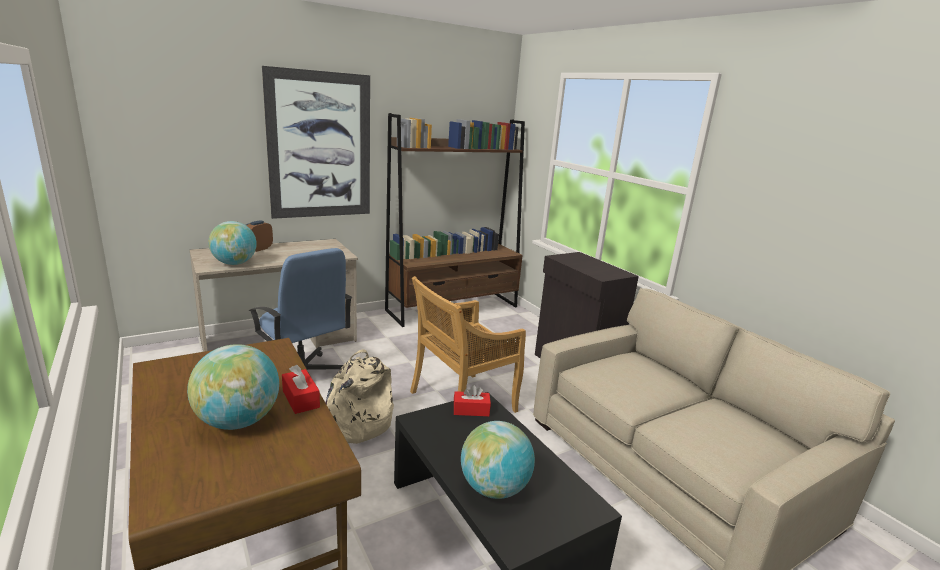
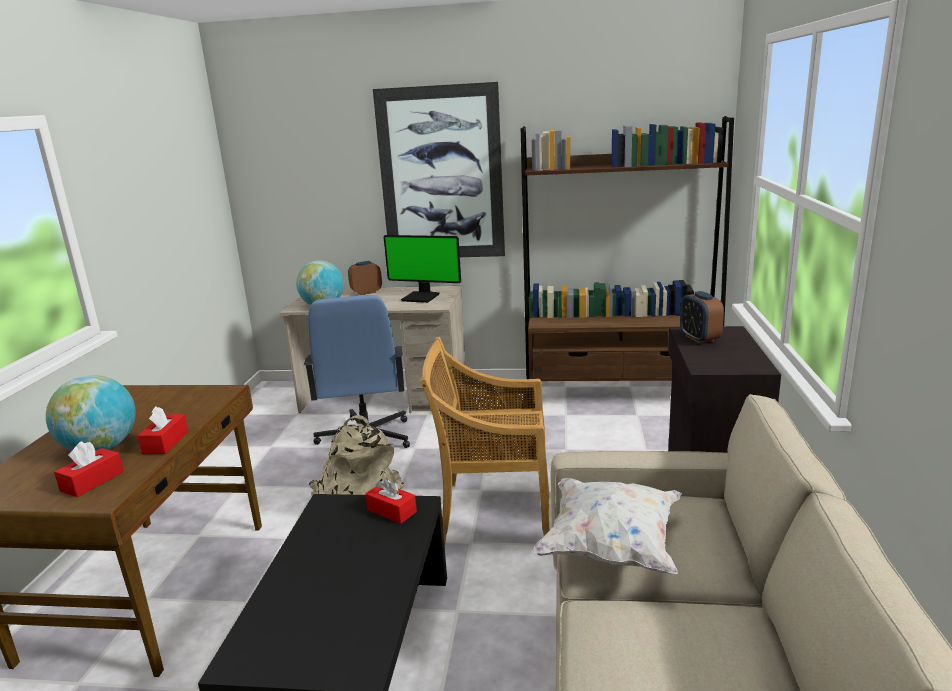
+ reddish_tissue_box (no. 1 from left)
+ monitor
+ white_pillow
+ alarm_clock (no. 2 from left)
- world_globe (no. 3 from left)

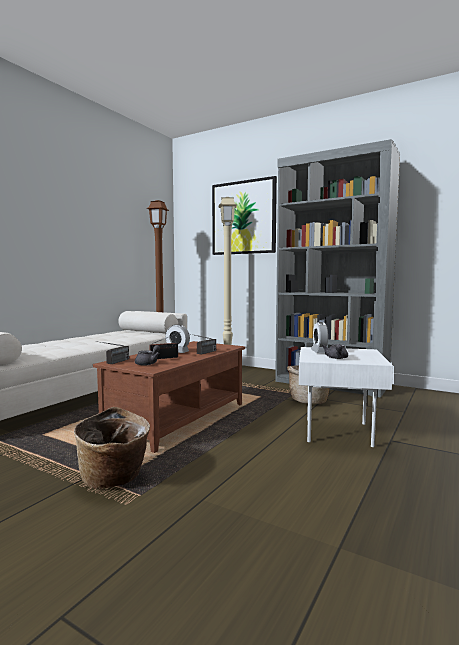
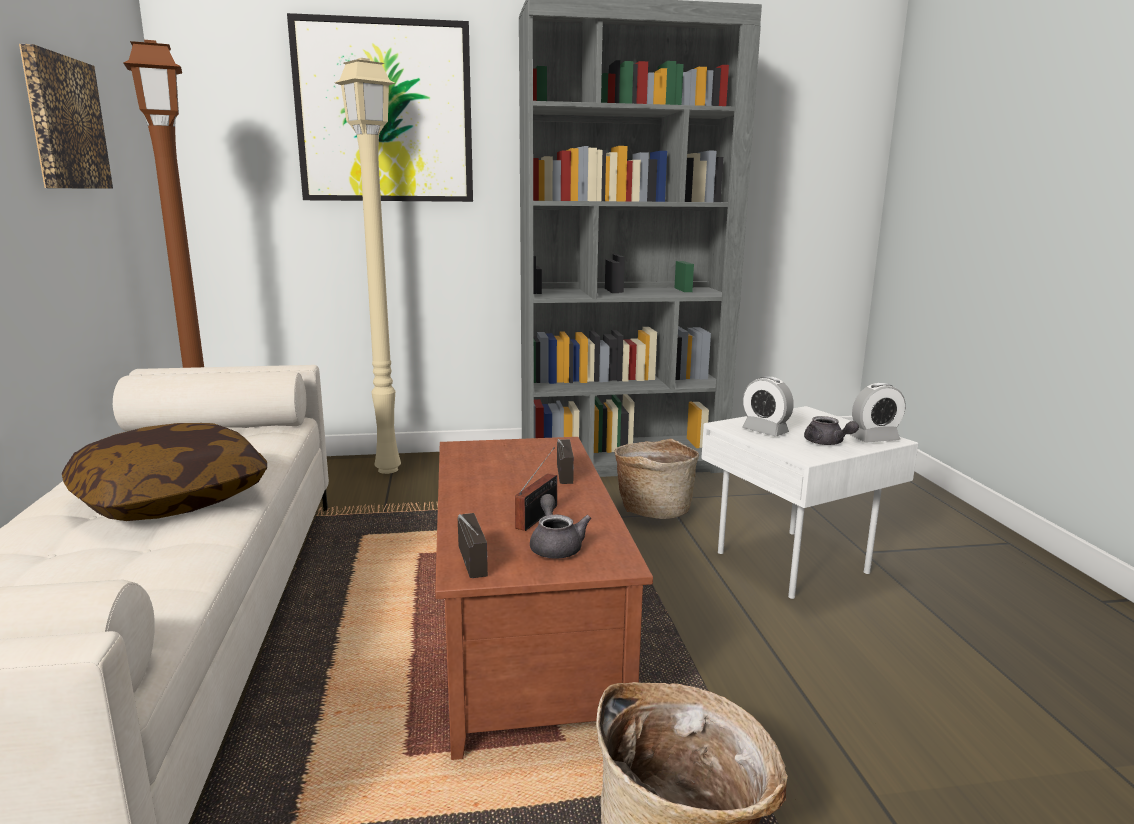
+ wall_art (no. 1 from left)
+ pillow
~ alarm_clock (no. 1 from left in the first image) to alarm_clock (no. 2 from left)

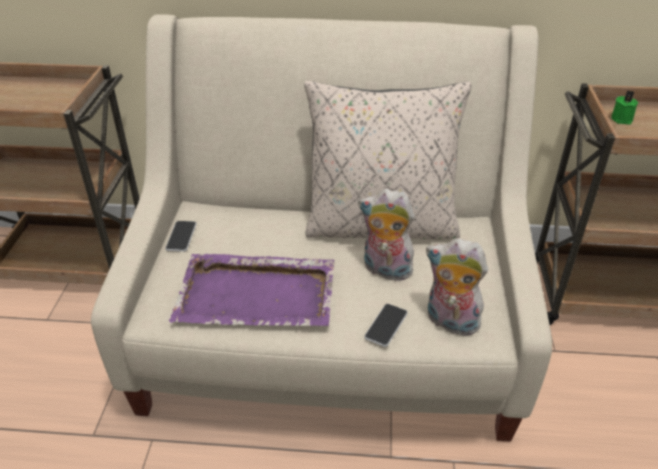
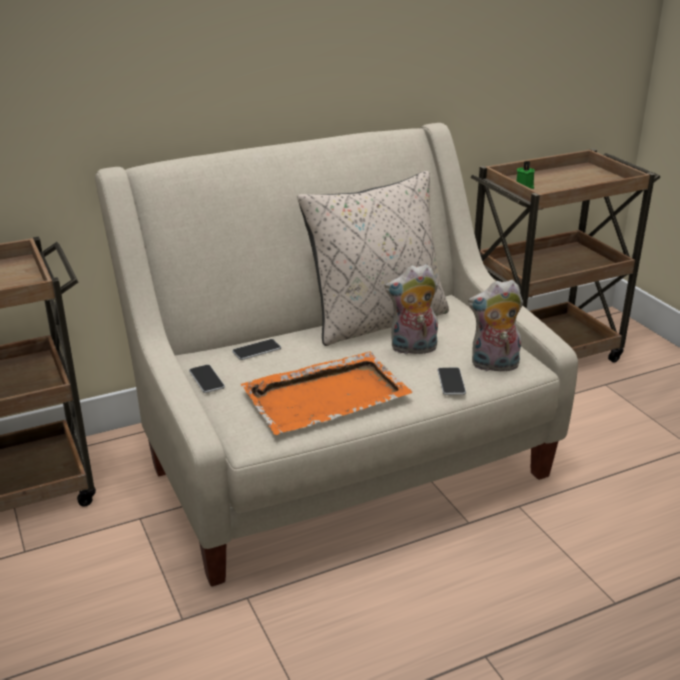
+ phone (no. 2 from left)
~ purple_carrying_tray to orangey_carrying_tray

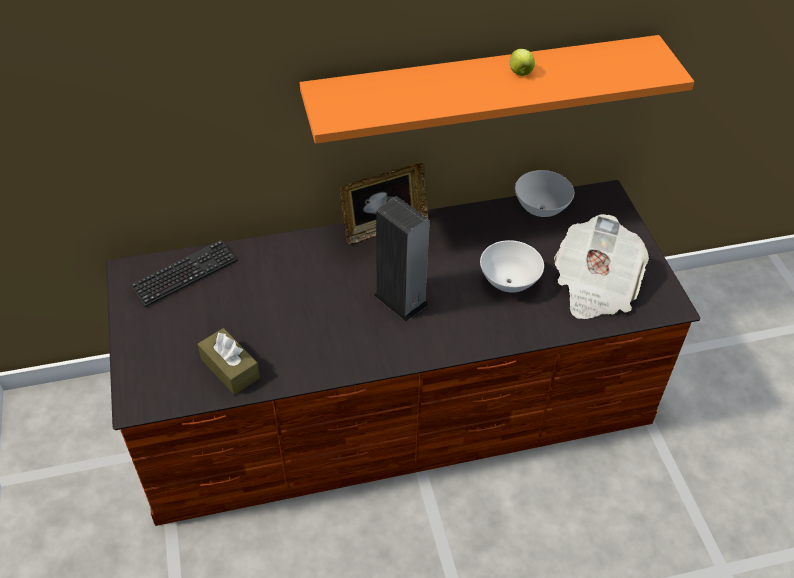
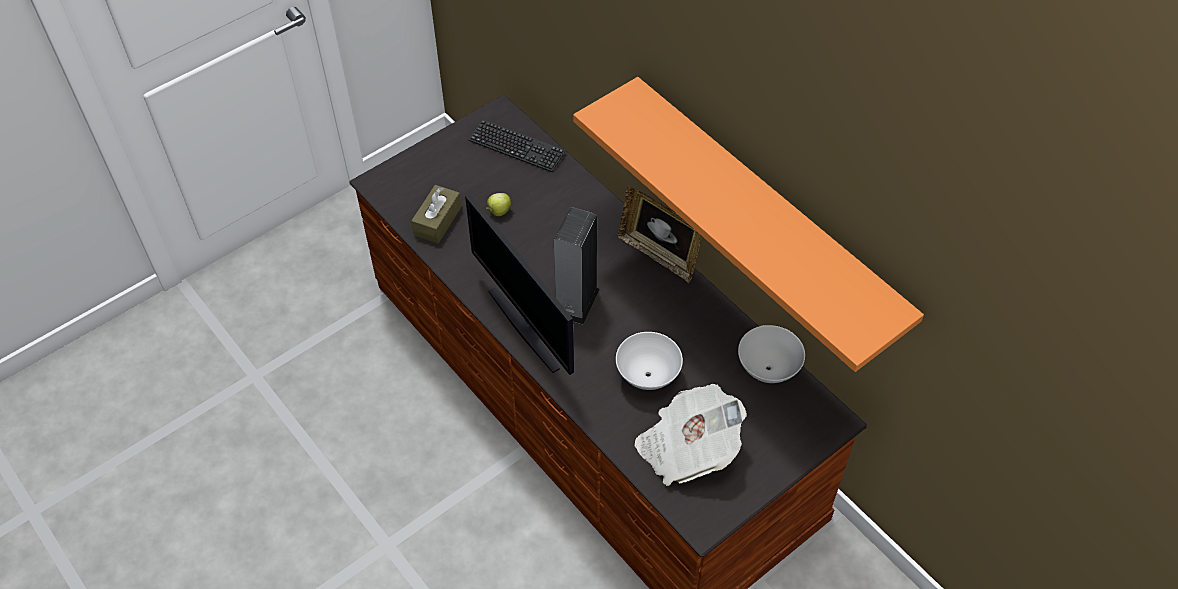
+ monitor
~ apple

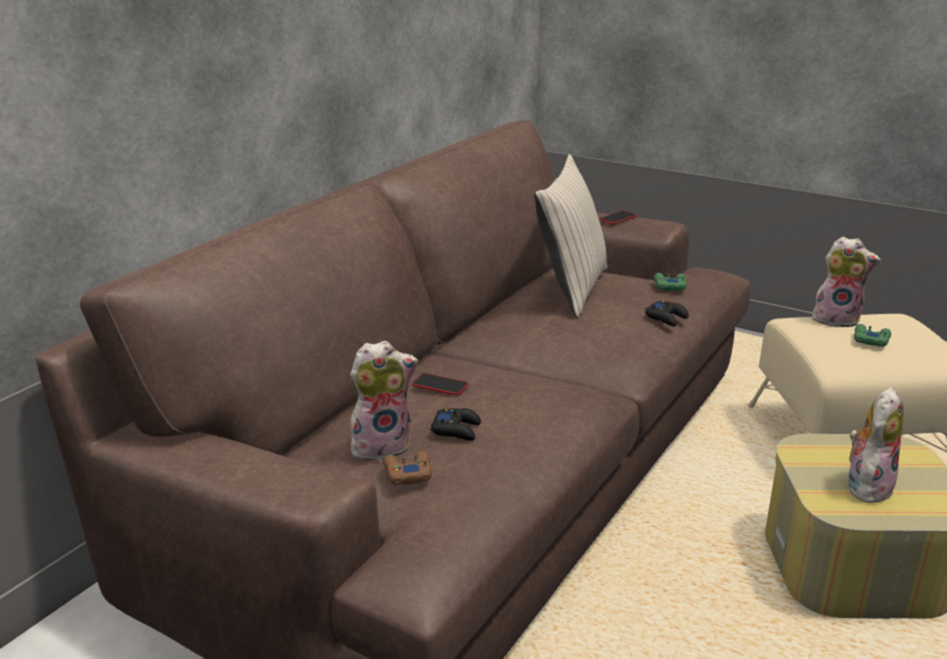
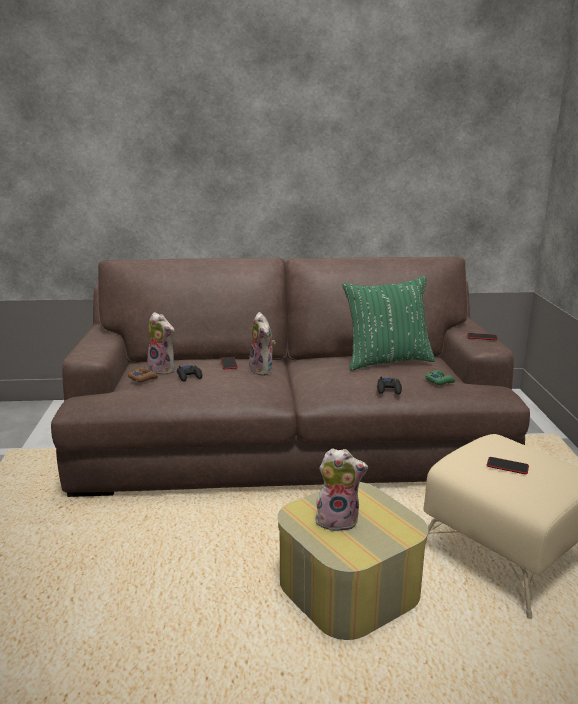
~ plush_toy (no. 2 from left)
~ beige-coloured_pillow to greenish_pillow
~ greenish_joypad (no. 2 from left) to phone (no. 3 from left)

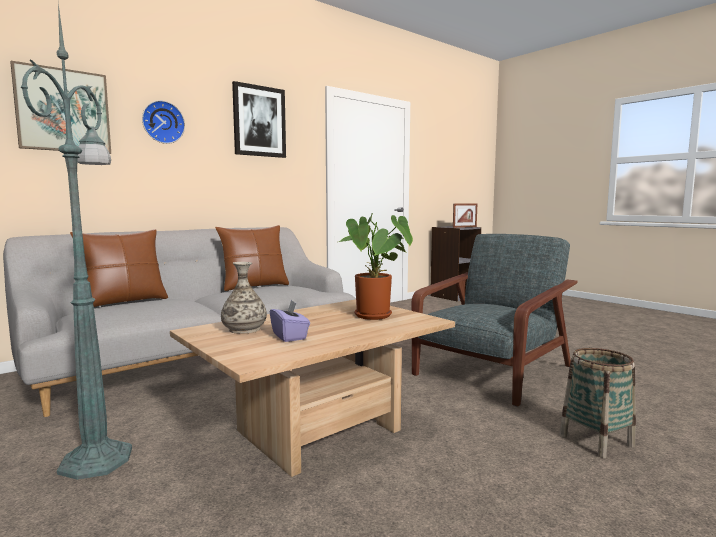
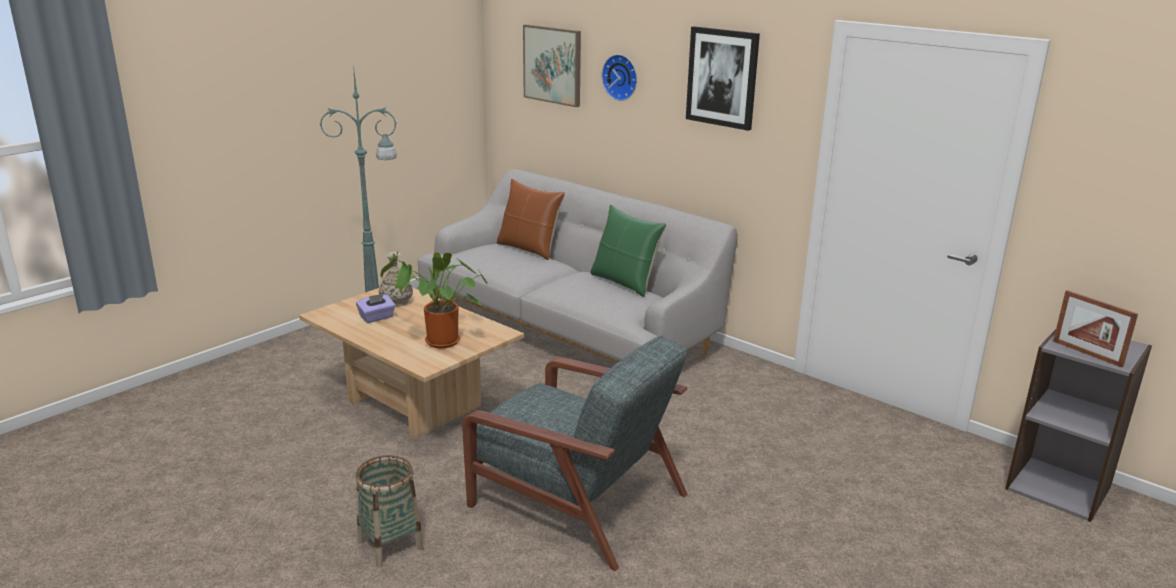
~ brown_pillow (no. 2 from left) to greenish_pillow

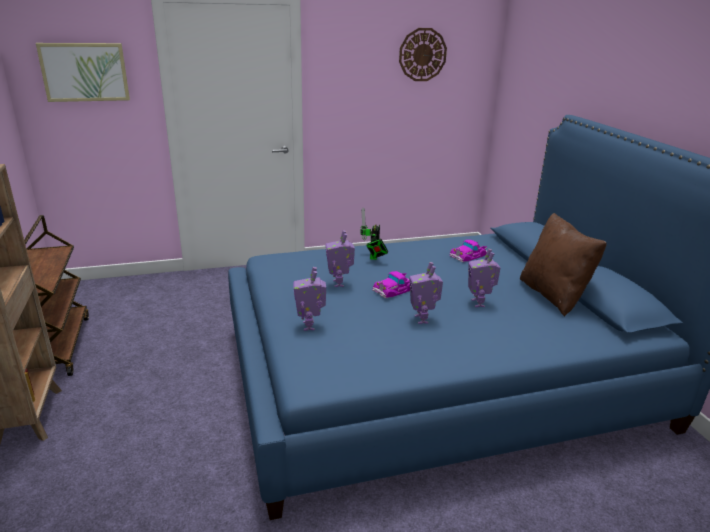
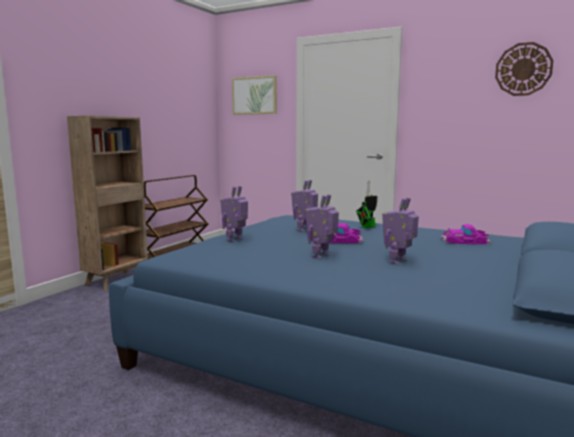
- brown_pillow

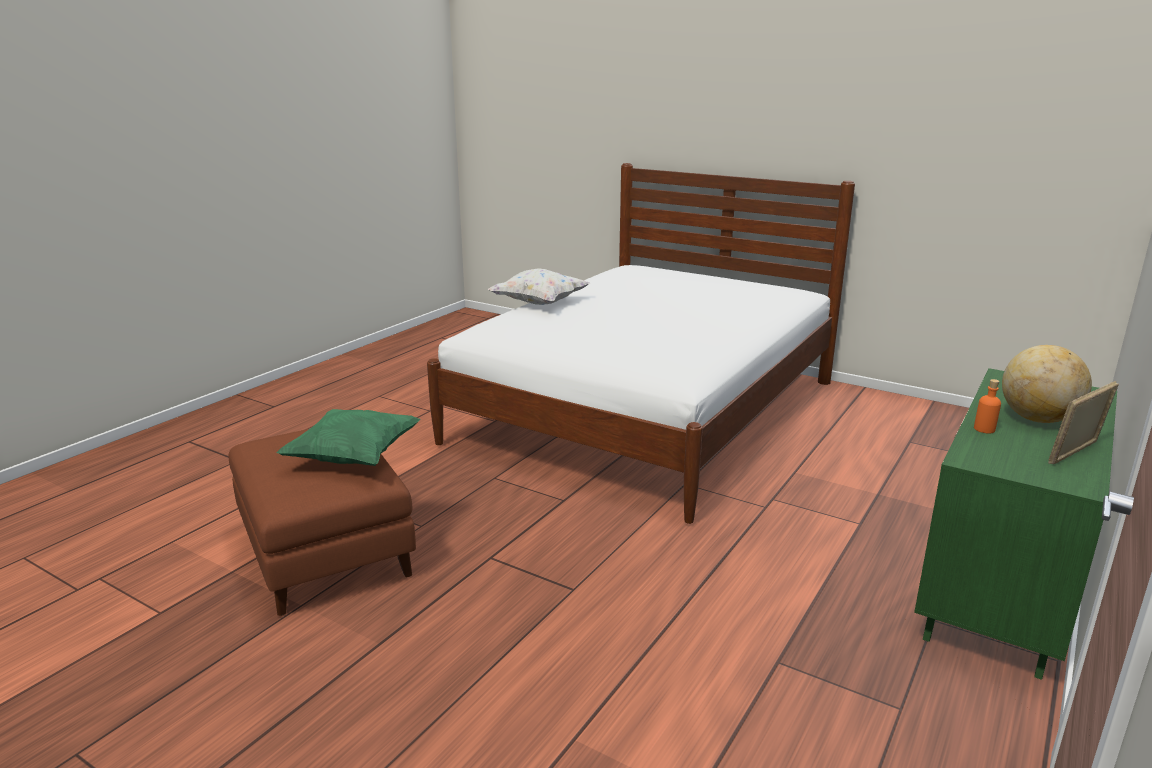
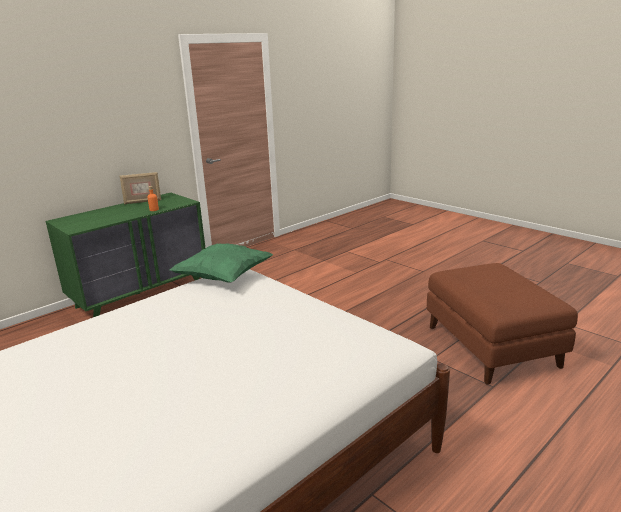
~ greenish_pillow
- white_pillow
- world_globe

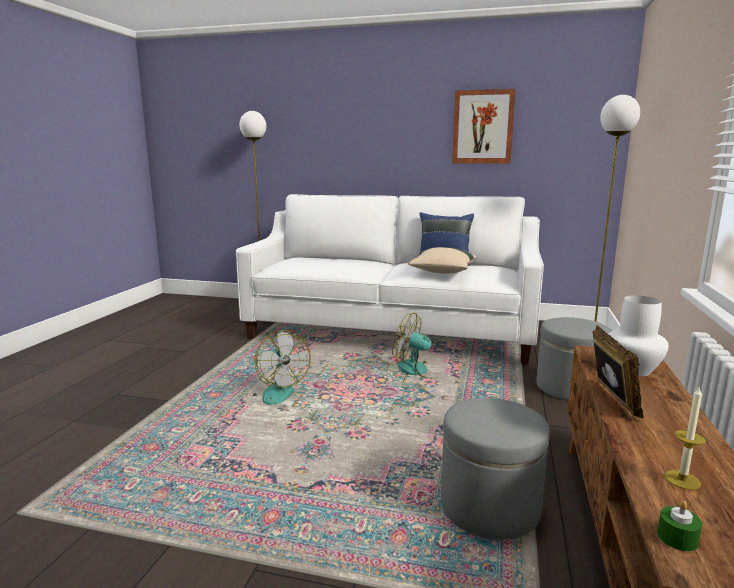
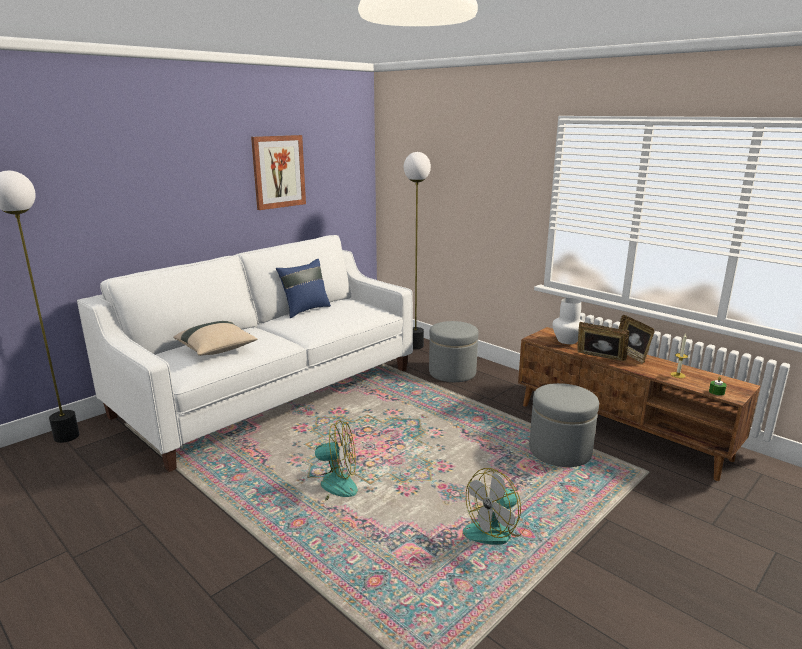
~ beige-coloured_pillow
~ fan (no. 2 from left)
+ photo_frame (no. 2 from left)

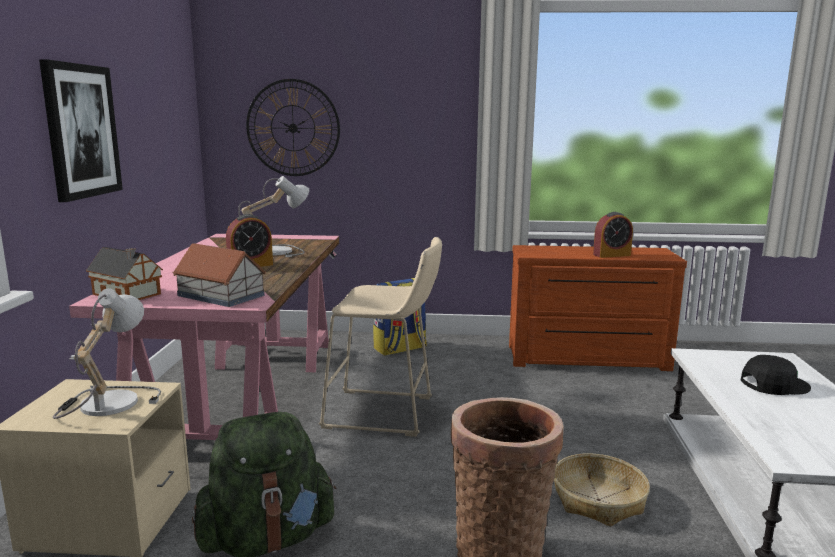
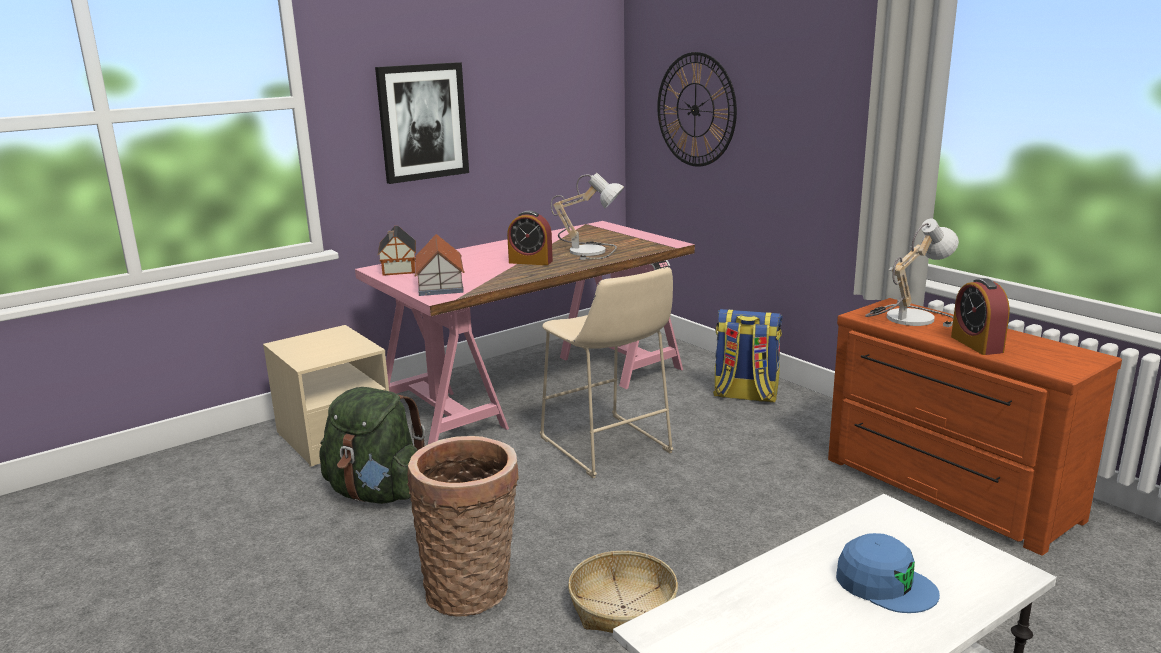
~ black_baseball_cap to blue-coloured_baseball_cap
~ table_lamp (no. 1 from left in the first image) to table_lamp (no. 2 from left)
~ alarm_clock (no. 2 from left) 45 degrees clockwise

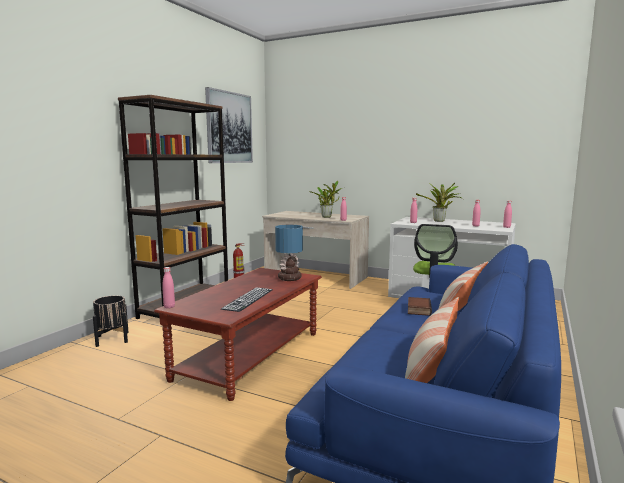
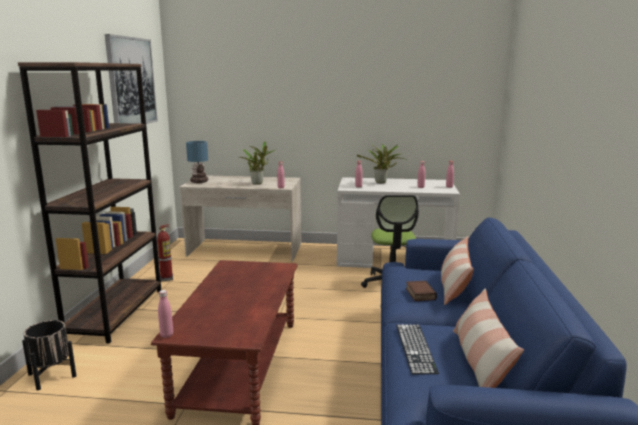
~ table_lamp
~ computer_keyboard

